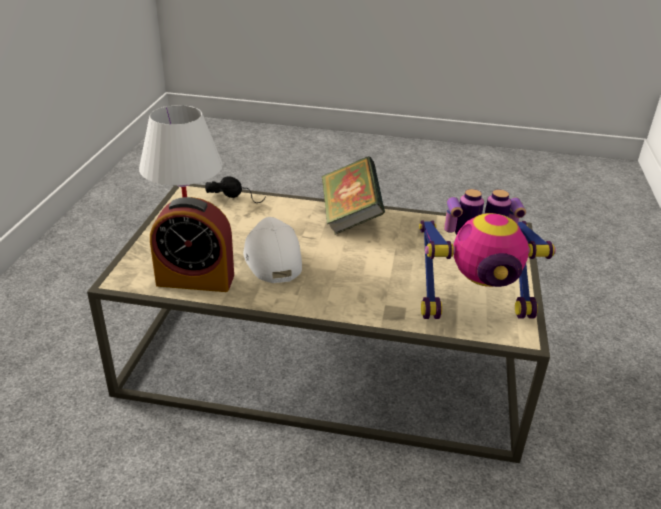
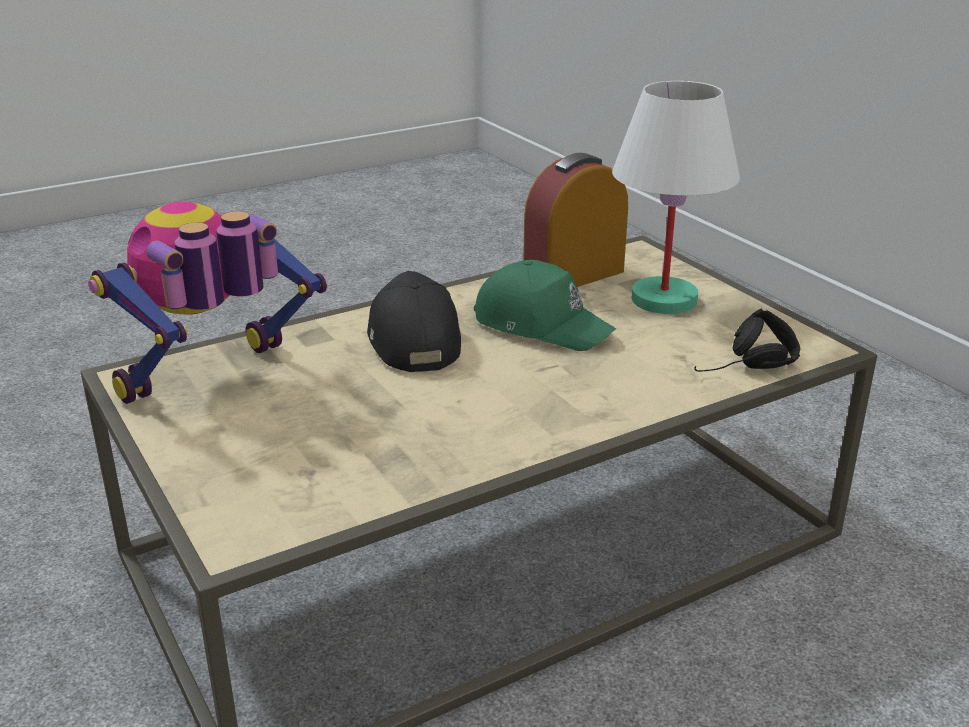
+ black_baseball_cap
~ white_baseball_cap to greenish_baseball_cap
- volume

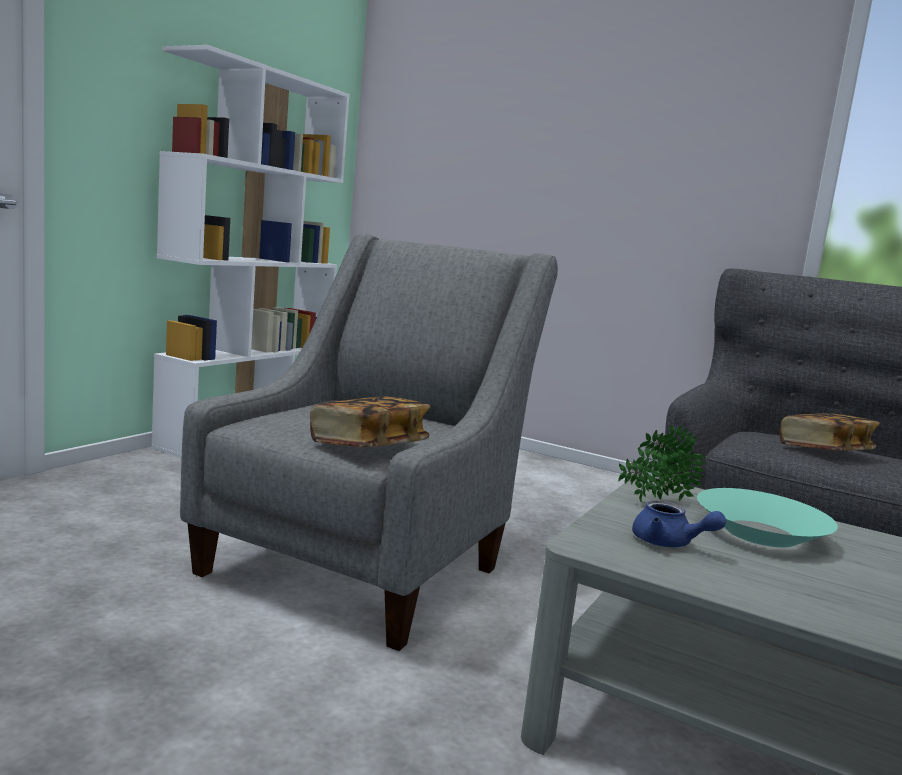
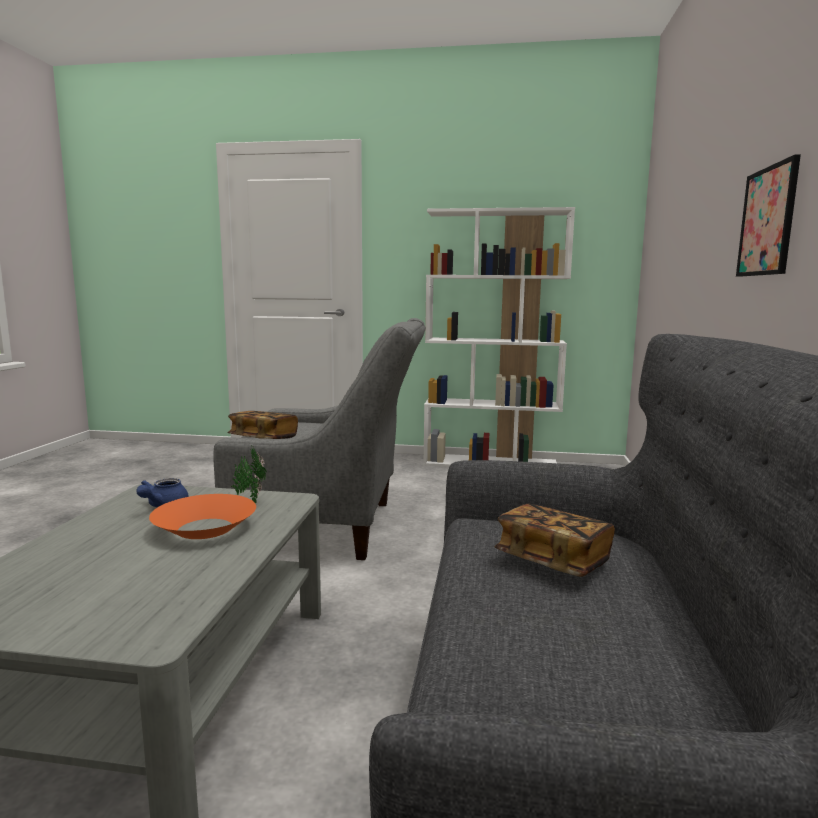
~ turquoise-coloured_serving_bowl to orangey_serving_bowl
+ wall_art

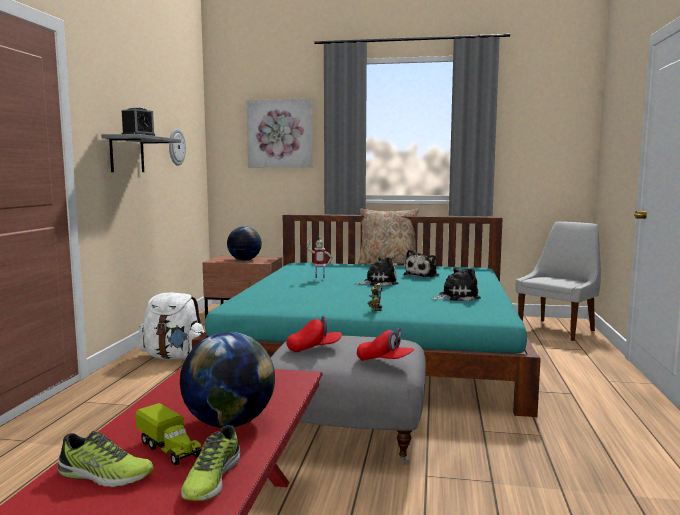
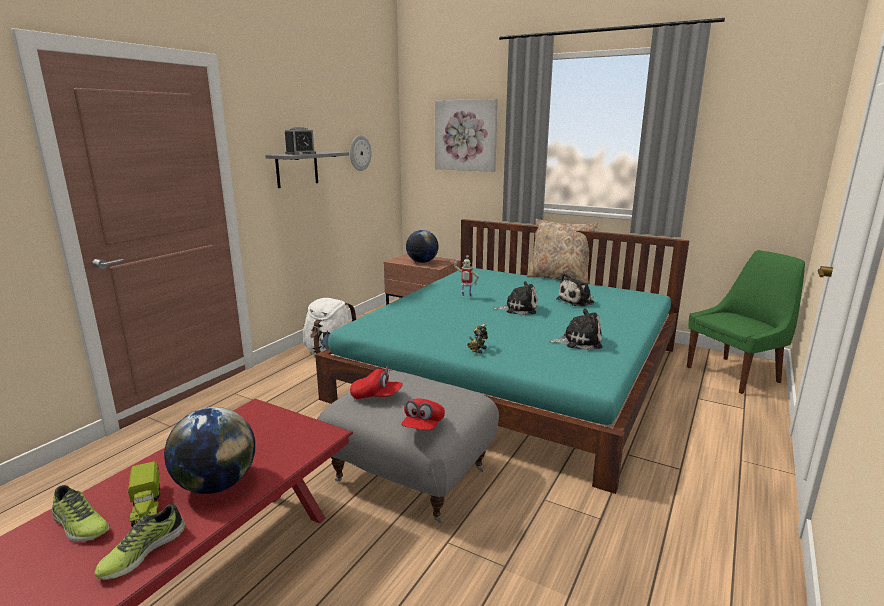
~ reddish_baseball_cap (no. 2 from left) 60 degrees clockwise
~ white_upright_chair to greenish_upright_chair

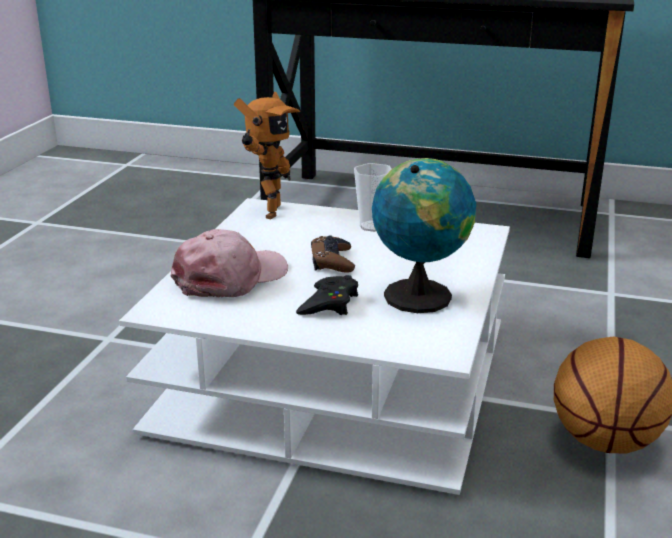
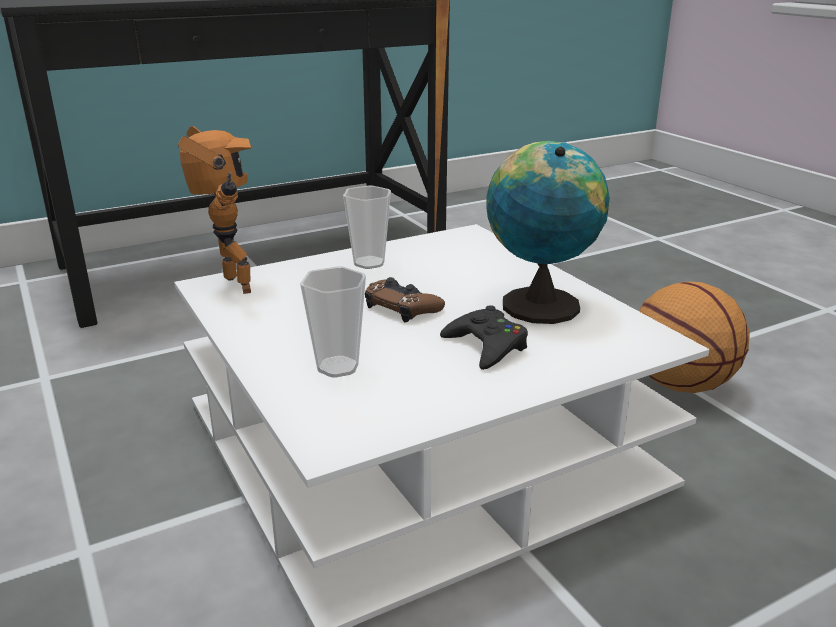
~ pinkish_baseball_cap to drinking_cup (no. 1 from left)

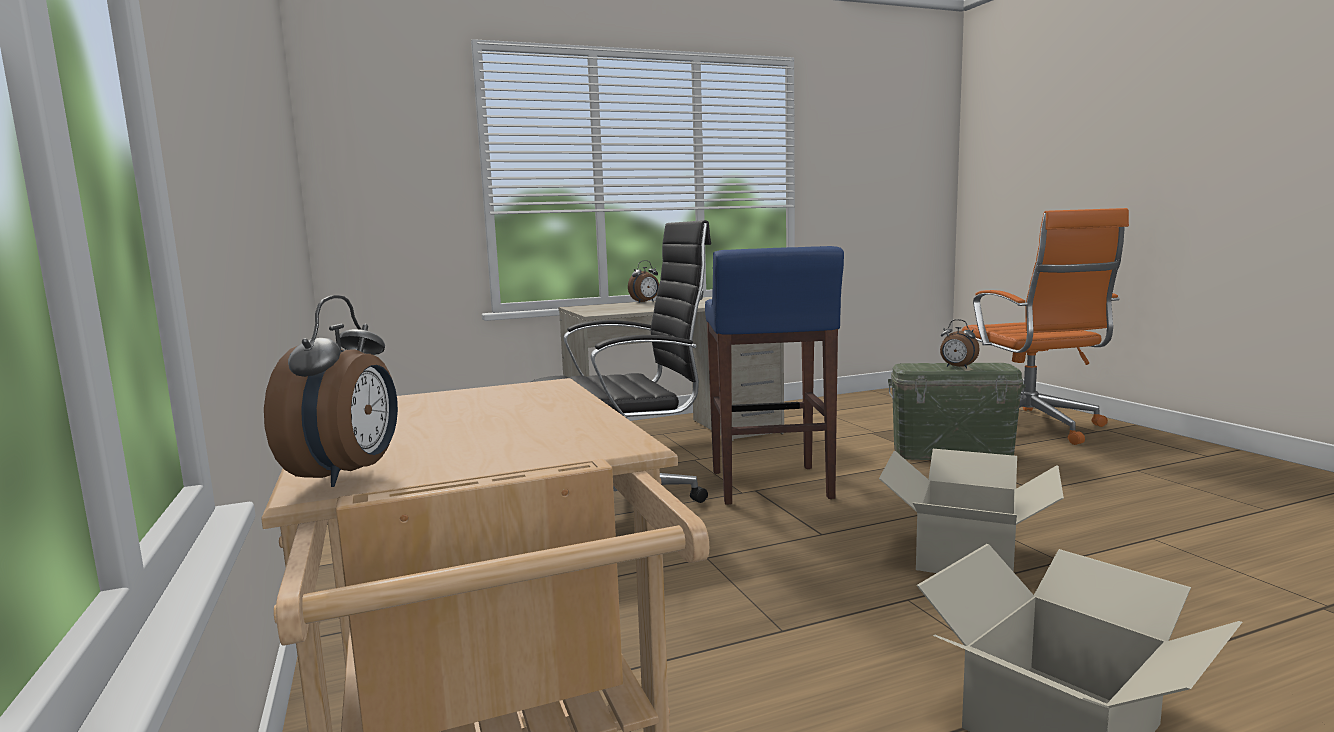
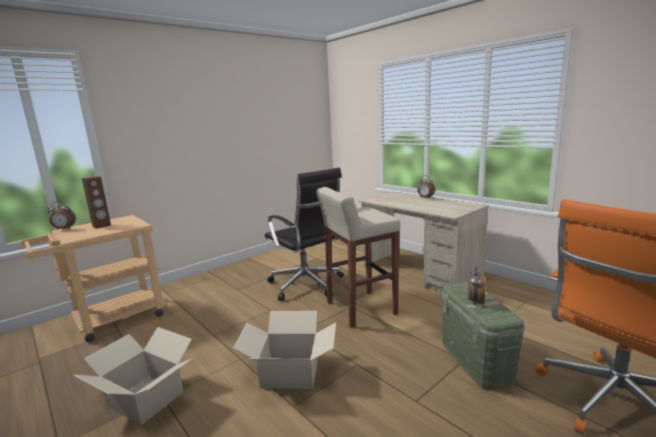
+ brown_loudspeaker
~ blue-coloured_stool_seat to beige-coloured_stool_seat

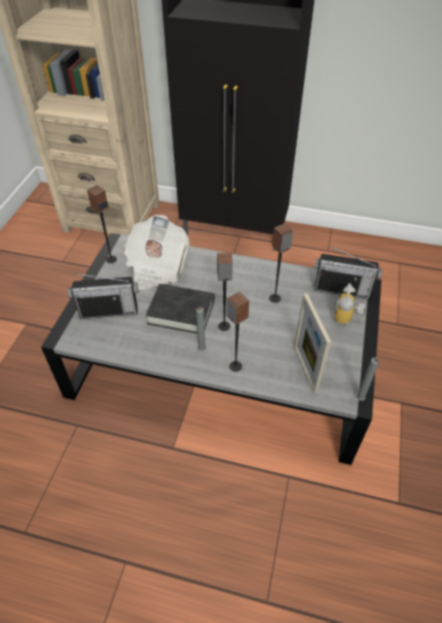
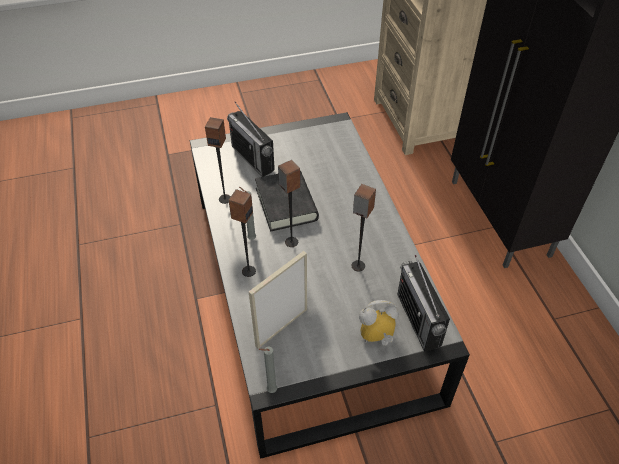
~ loudspeaker (no. 1 from left)
- newspaper

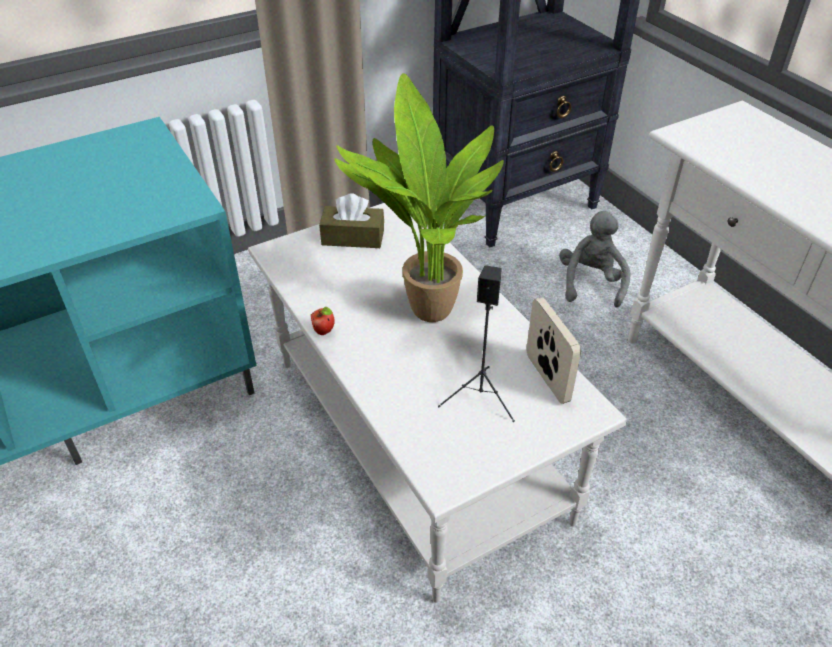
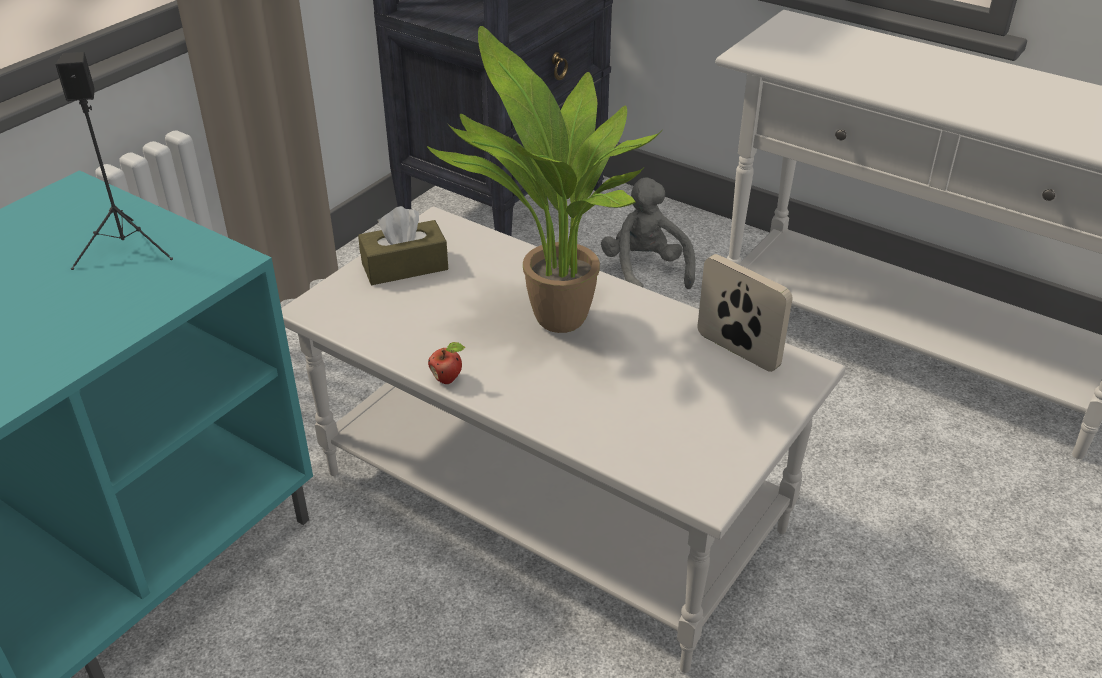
~ black_loudspeaker

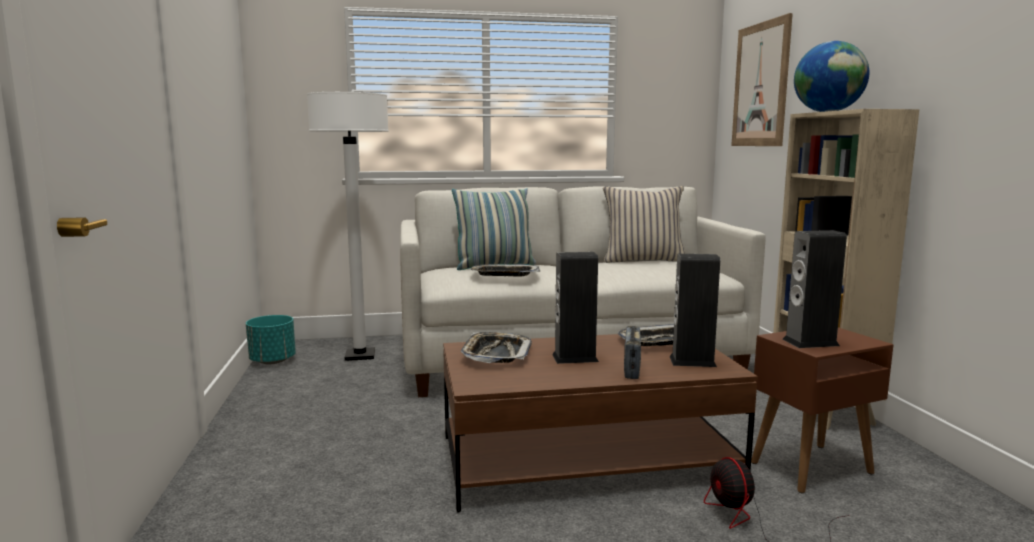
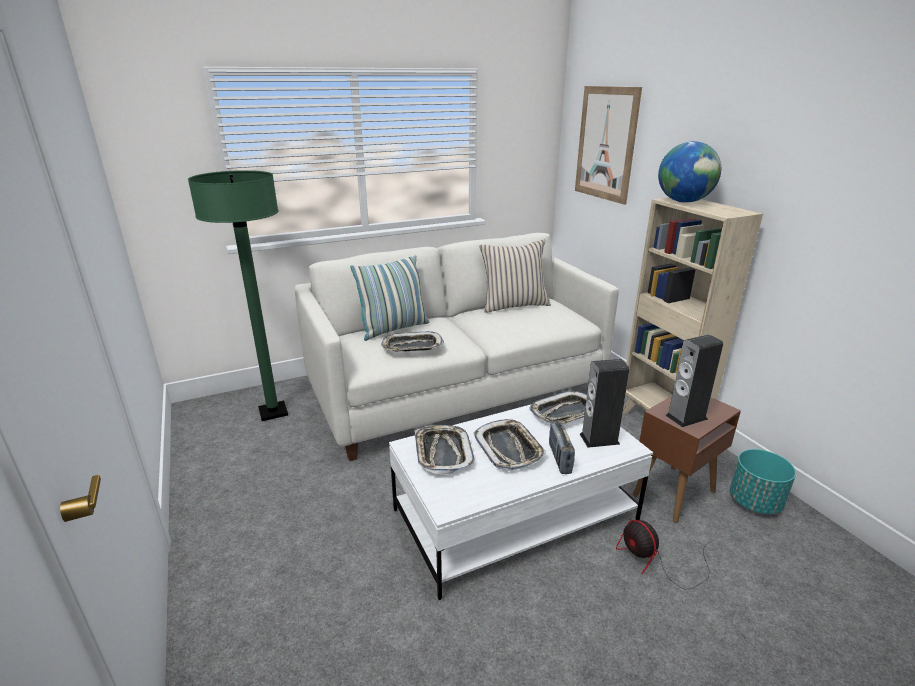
~ white_standing_lamp to greenish_standing_lamp
~ brown_coffee_table to white_coffee_table
~ loudspeaker (no. 1 from left) to carrying_tray (no. 3 from left)
~ turquoise-coloured_plant_pot

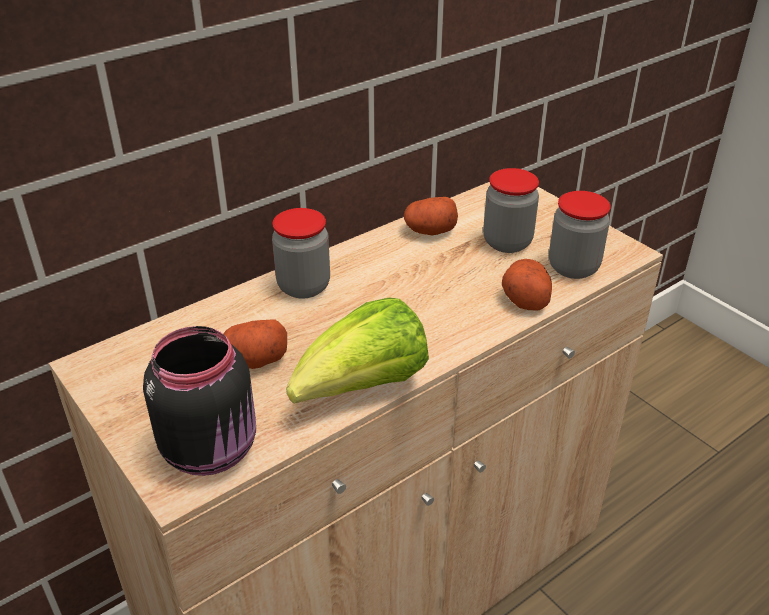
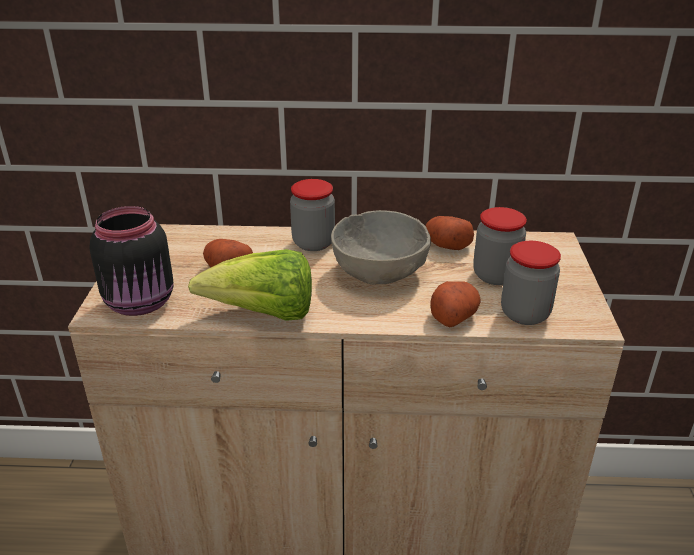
+ gray_serving_bowl

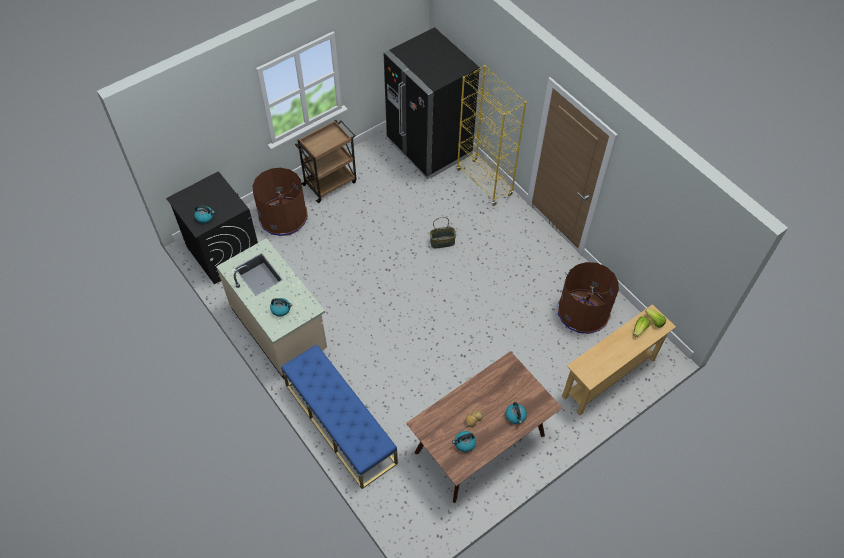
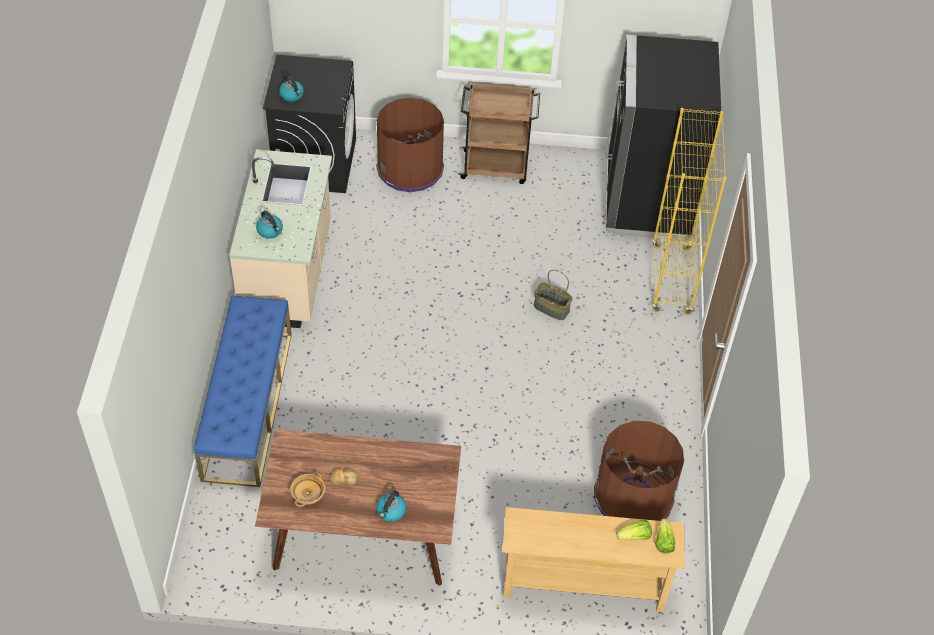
~ water_kettle (no. 3 from left) to beige-coloured_serving_bowl

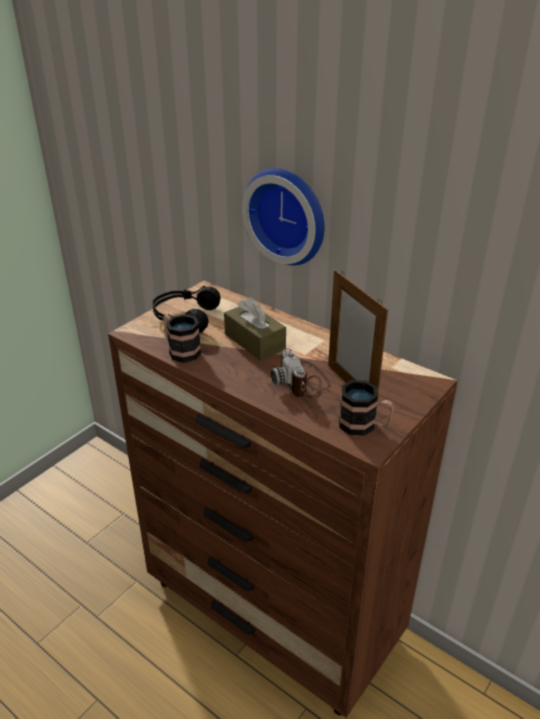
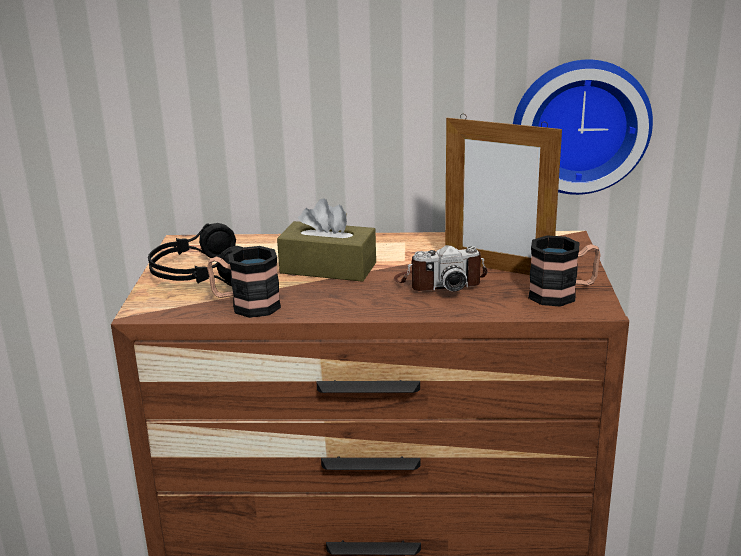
~ still_camera 45 degrees counterclockwise
~ wall_clock

